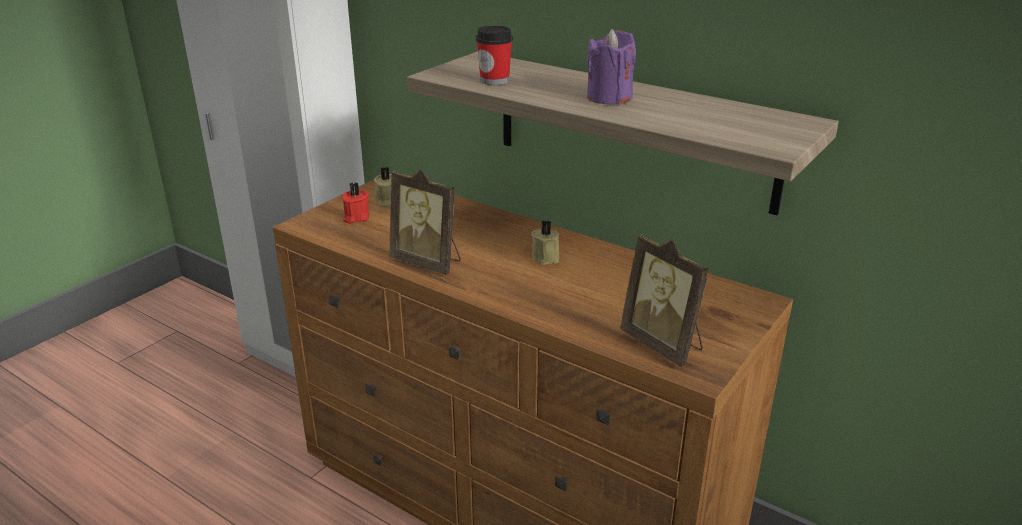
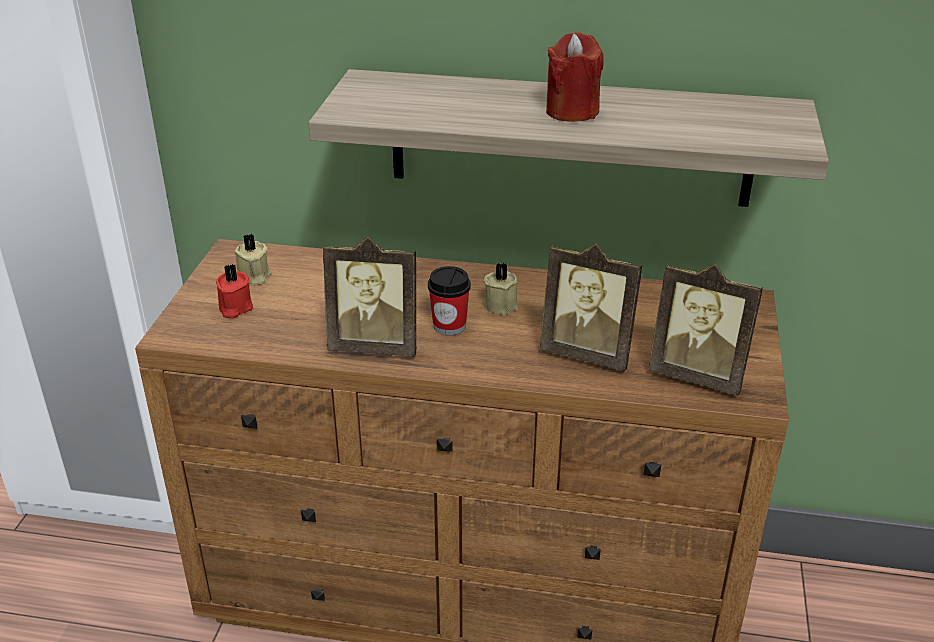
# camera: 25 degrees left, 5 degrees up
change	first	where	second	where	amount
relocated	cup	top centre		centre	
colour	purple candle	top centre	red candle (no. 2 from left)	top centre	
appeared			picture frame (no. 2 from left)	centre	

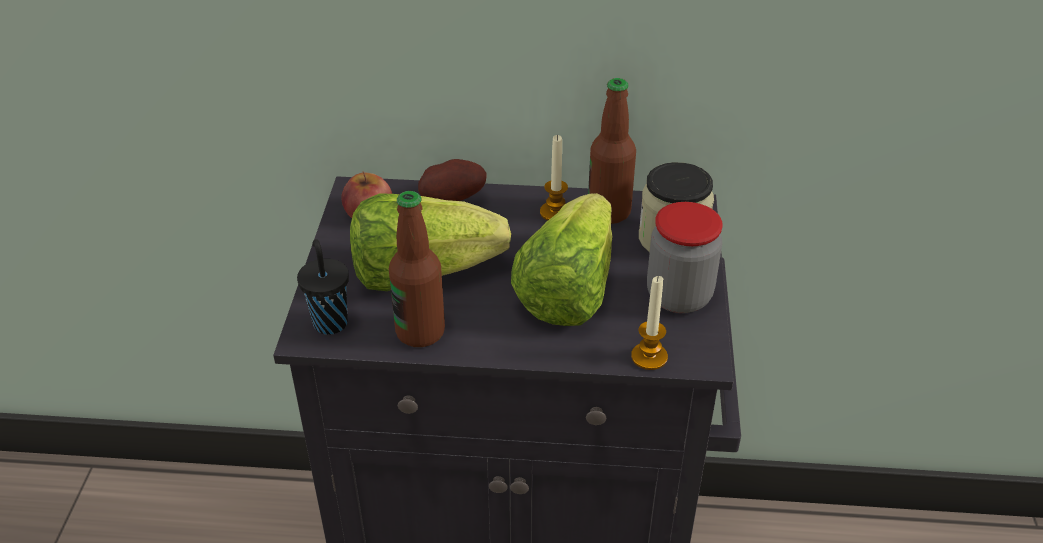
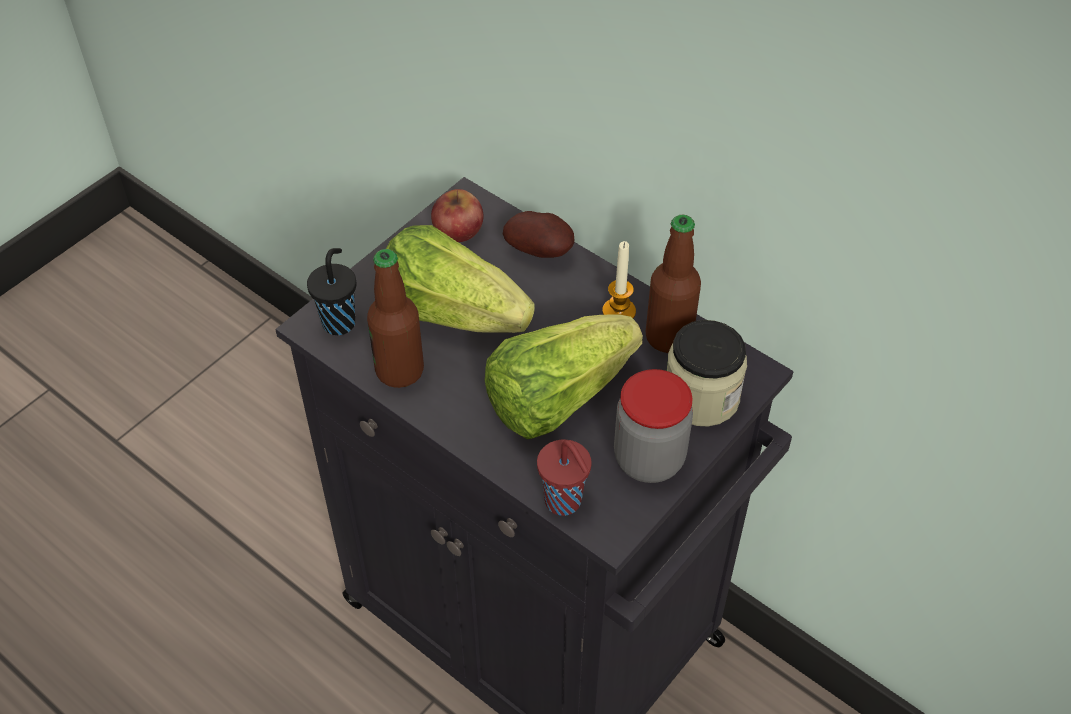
# camera: 35 degrees right, 10 degrees up
change	first	where	second	where	amount
exchanged	candle (no. 2 from left)	centre	red cup	bottom centre	

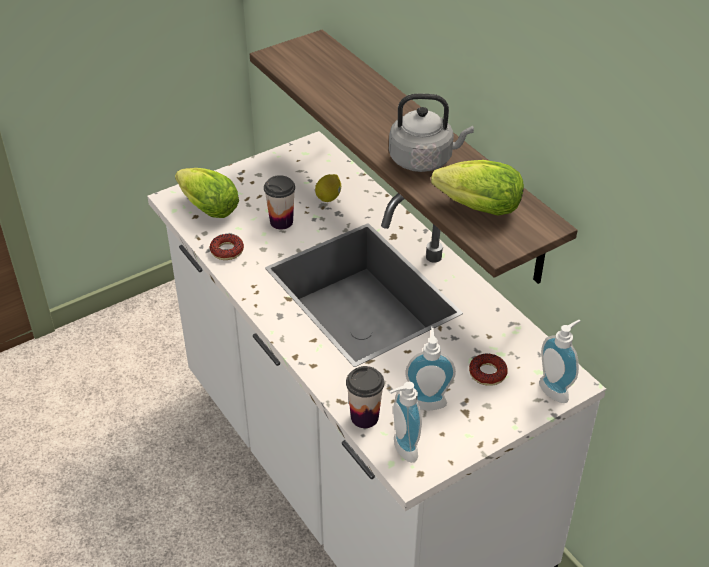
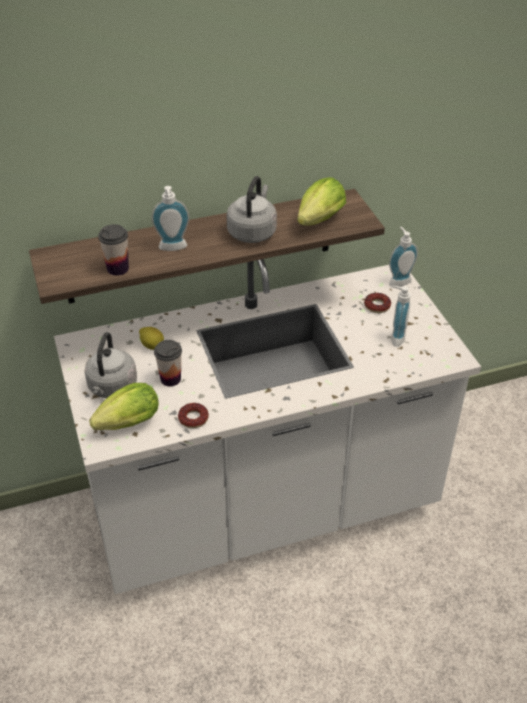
# camera: 75 degrees left, 0 degrees up
change	first	where	second	where	amount
relocated	cup (no. 2 from left in the first image)	bottom centre	cup (no. 1 from left)	middle left	
relocated	soap dispenser (no. 1 from left)	bottom centre		top left	
appeared			grey kettle (no. 1 from left)	middle left	

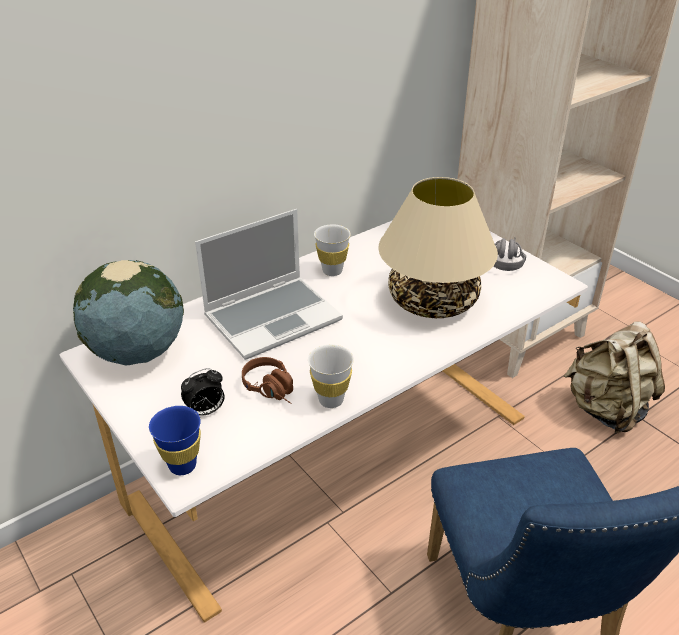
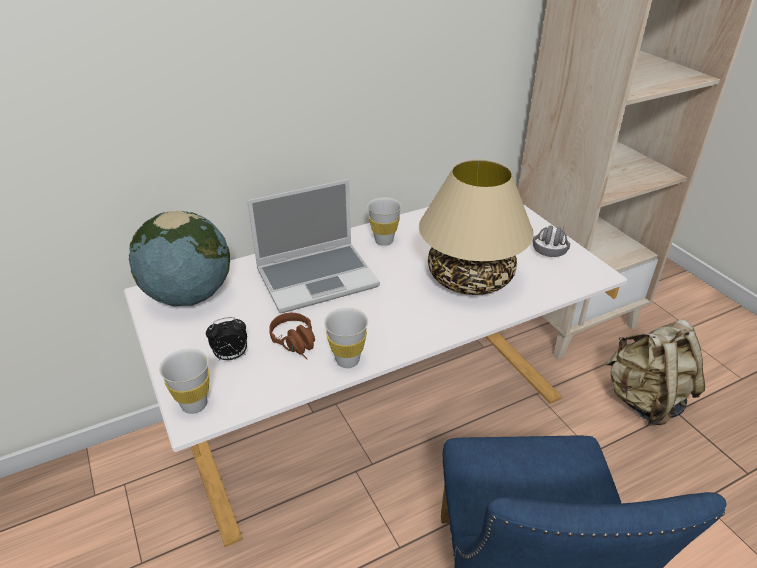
# camera: 10 degrees right, 0 degrees up
change	first	where	second	where	amount
colour	blue cup	bottom left	white cup (no. 1 from left)	bottom left	

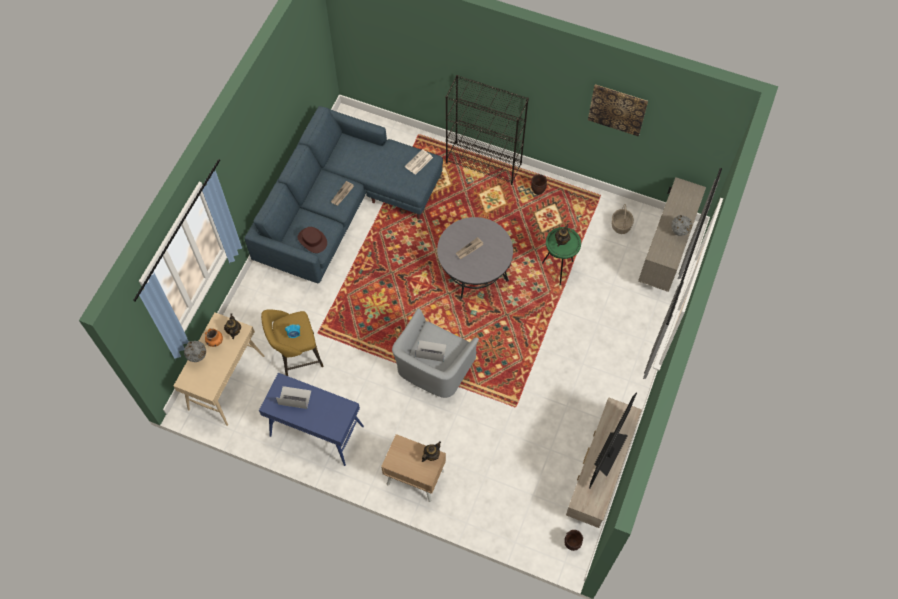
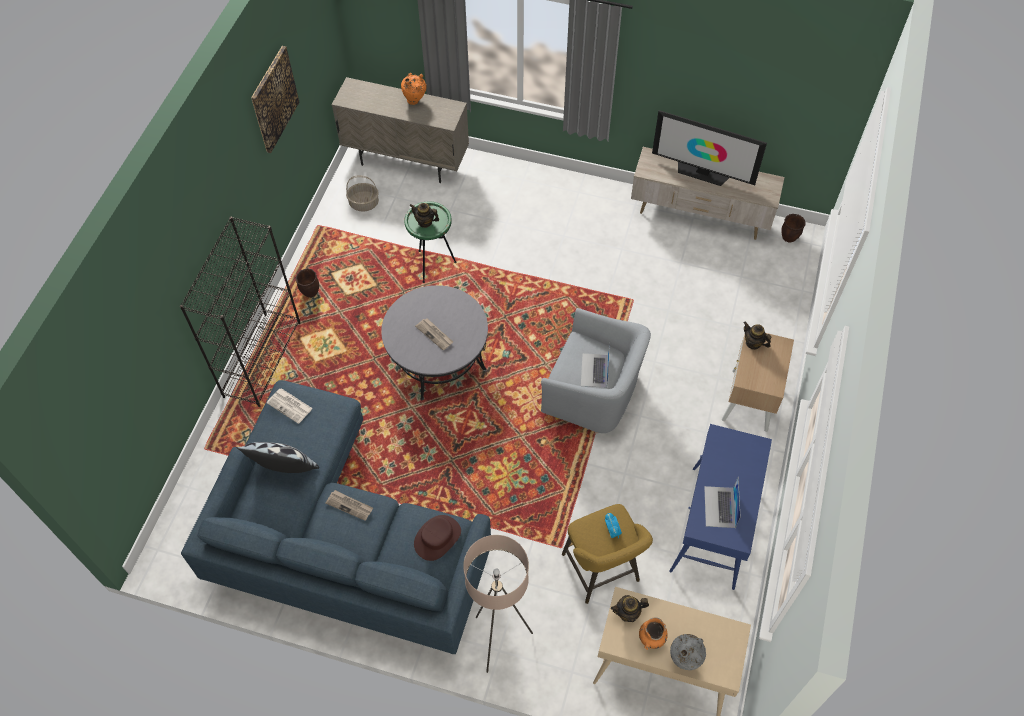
# camera: 95 degrees left, 5 degrees down
change	first	where	second	where	amount
colour	grey vase (no. 2 from left)	middle right	orange vase (no. 1 from left)	top centre	
appeared			pillow	middle left	
appeared			beige floor lamp	bottom centre	

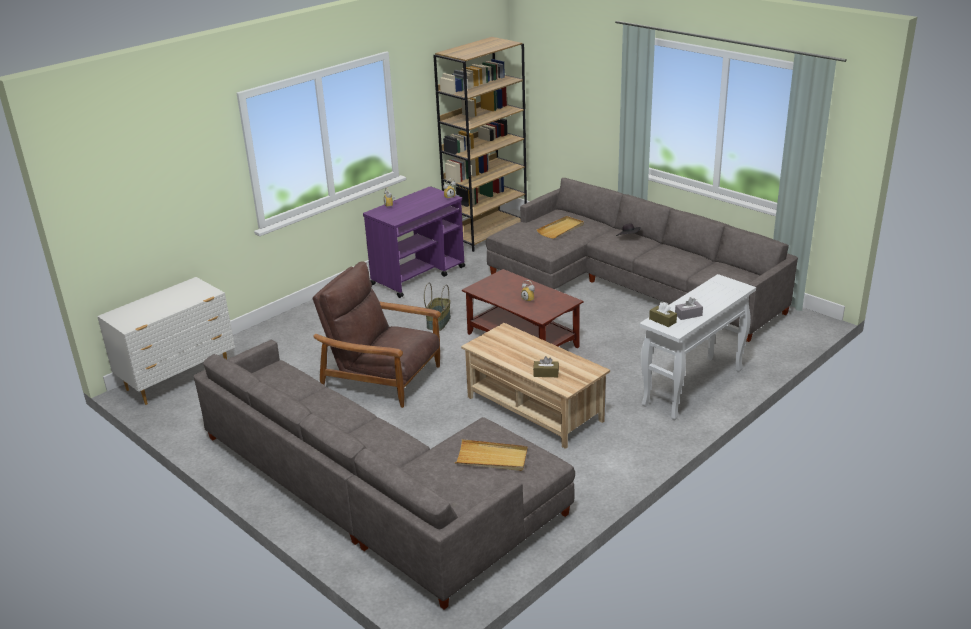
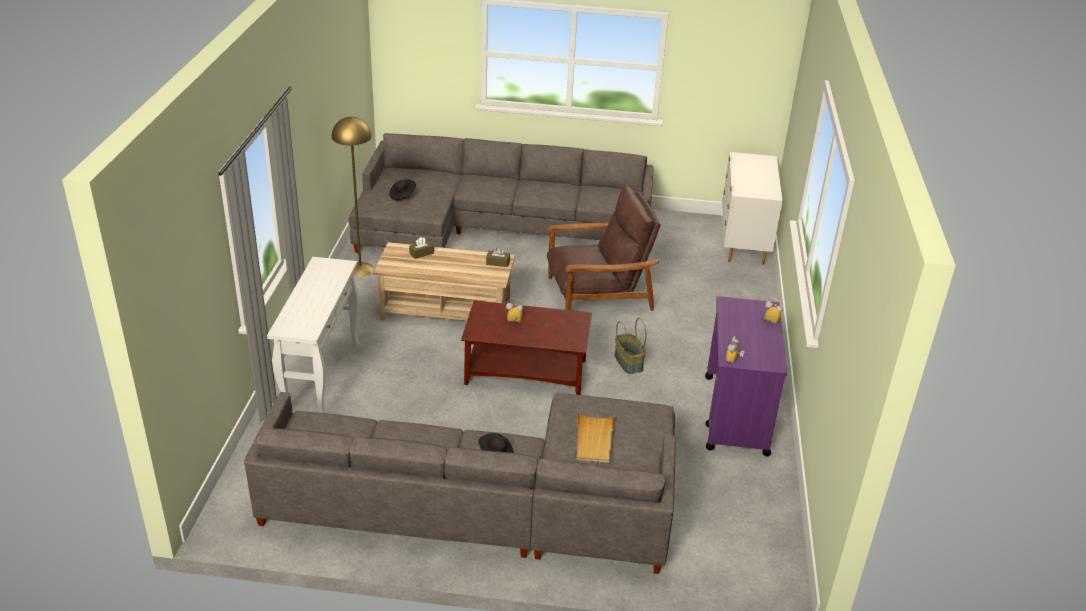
# camera: 140 degrees right, 5 degrees up
change	first	where	second	where	amount
missing	brown bookcase	top centre			
exchanged	beige tray (no. 1 from left)	bottom centre	black hat (no. 1 from left)	top centre	
relocated	brown tissue box (no. 2 from left)	middle right		centre	
missing	grey tissue box	middle right			
appeared			yellow floor lamp	top left	

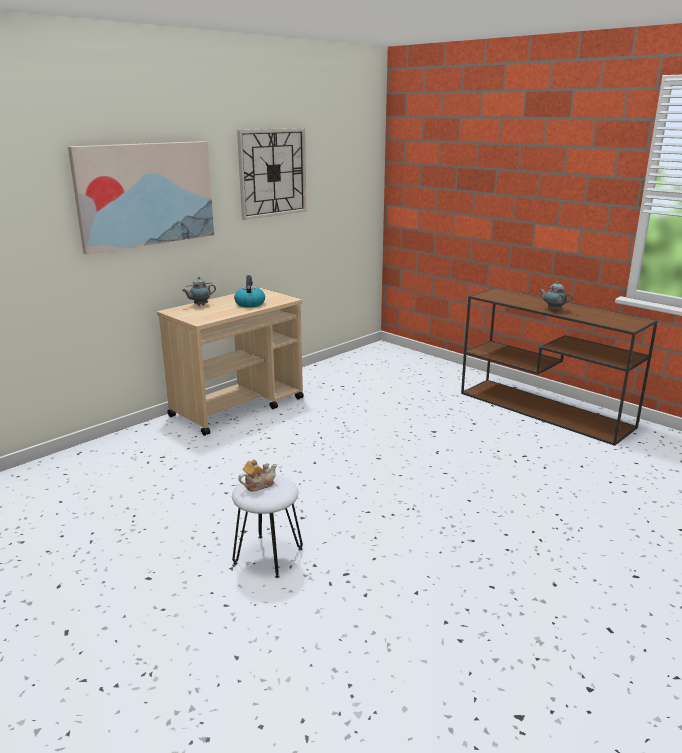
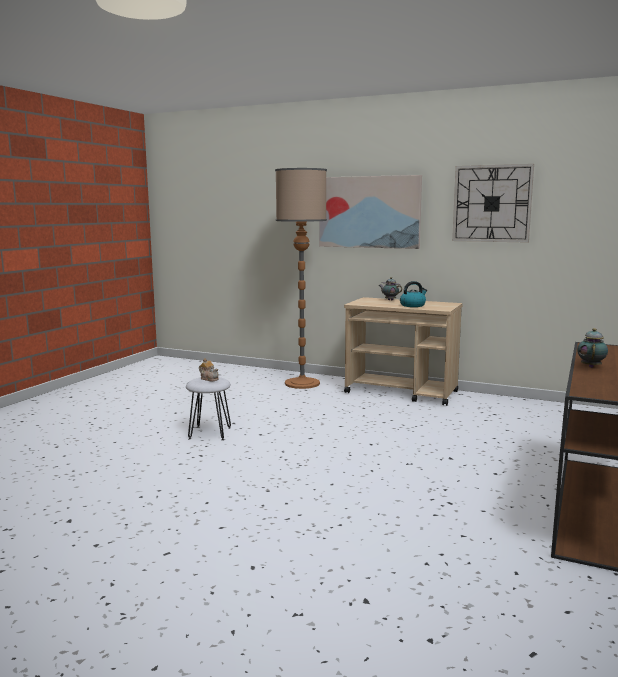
# camera: 70 degrees right, 10 degrees down
change	first	where	second	where	amount
appeared			floor lamp	centre	

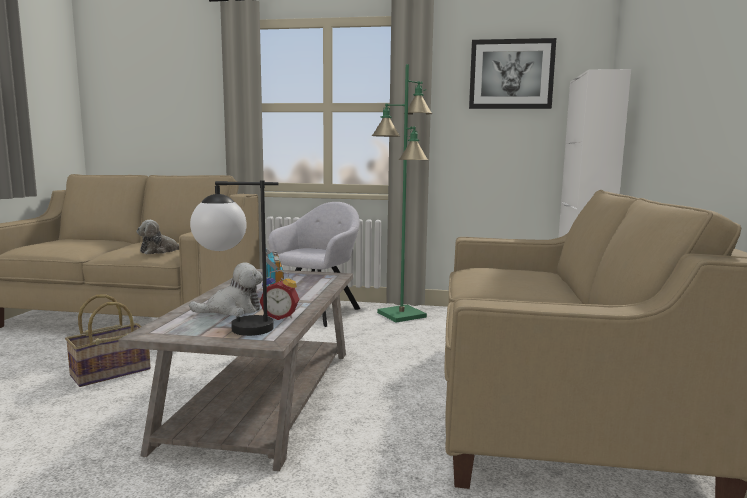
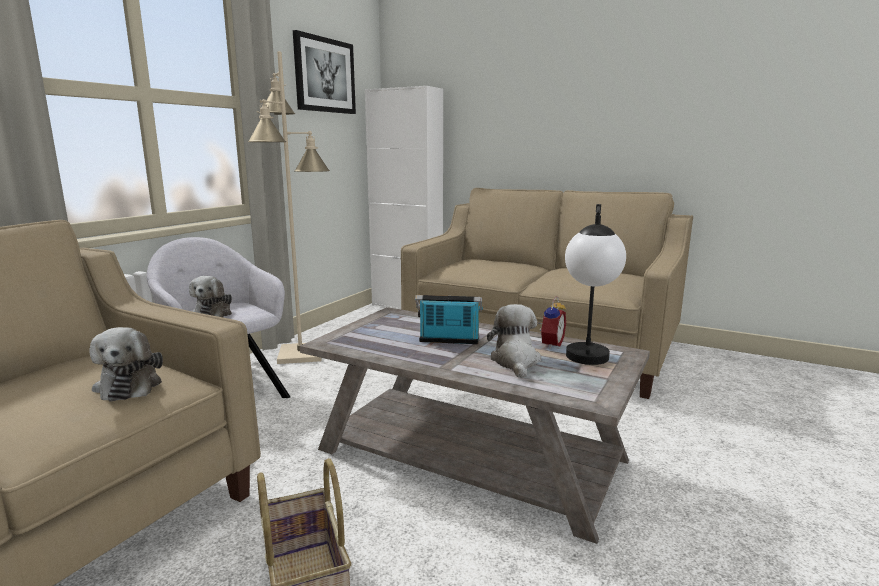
# camera: 70 degrees left, 5 degrees up
change	first	where	second	where	amount
colour	green floor lamp	centre	beige floor lamp	middle left	
appeared			plush toy (no. 2 from left)	middle left	

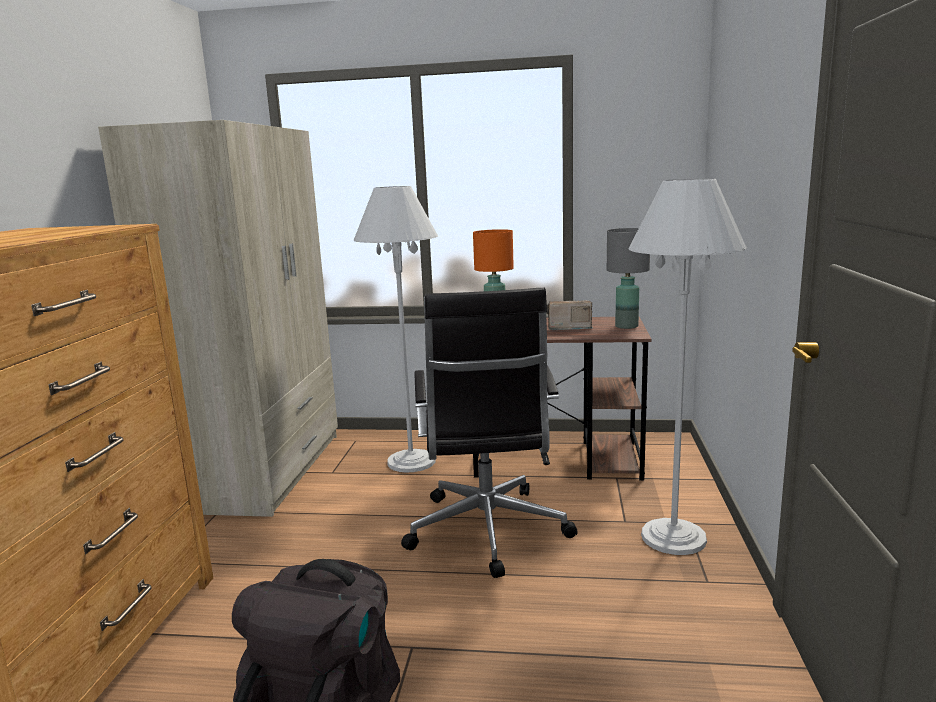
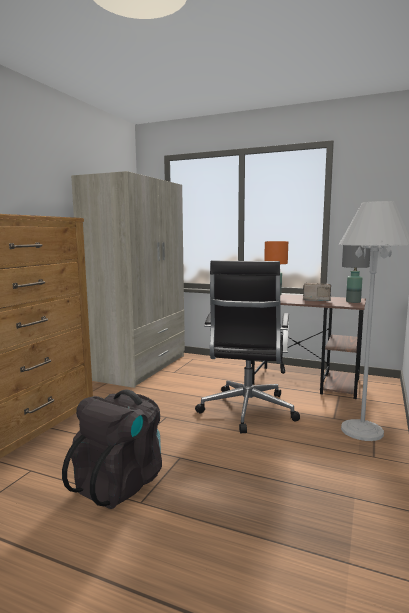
# camera: 15 degrees right, 5 degrees down
change	first	where	second	where	amount
missing	white floor lamp (no. 1 from left)	centre			

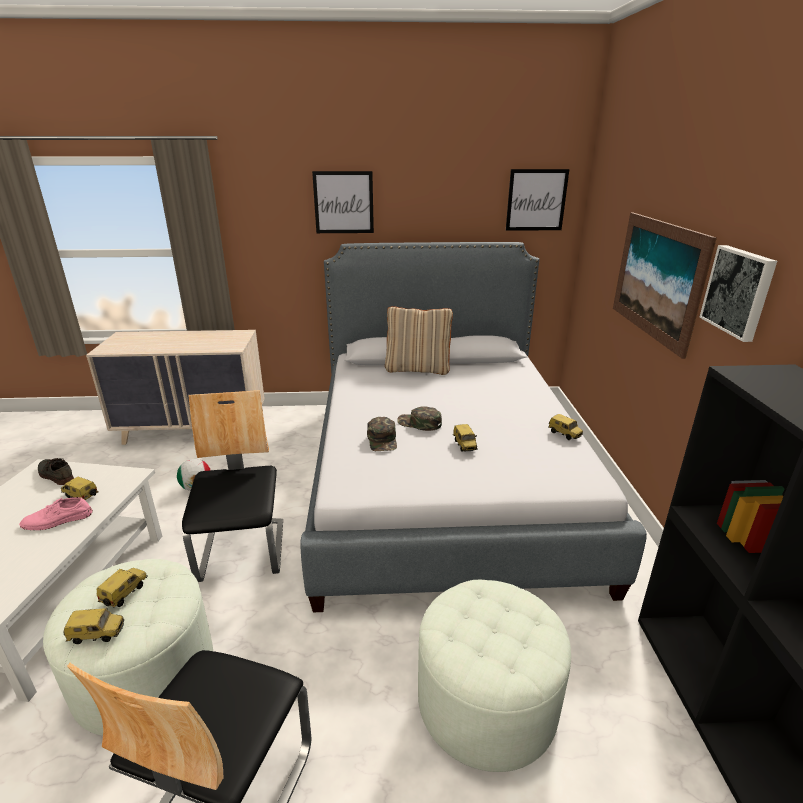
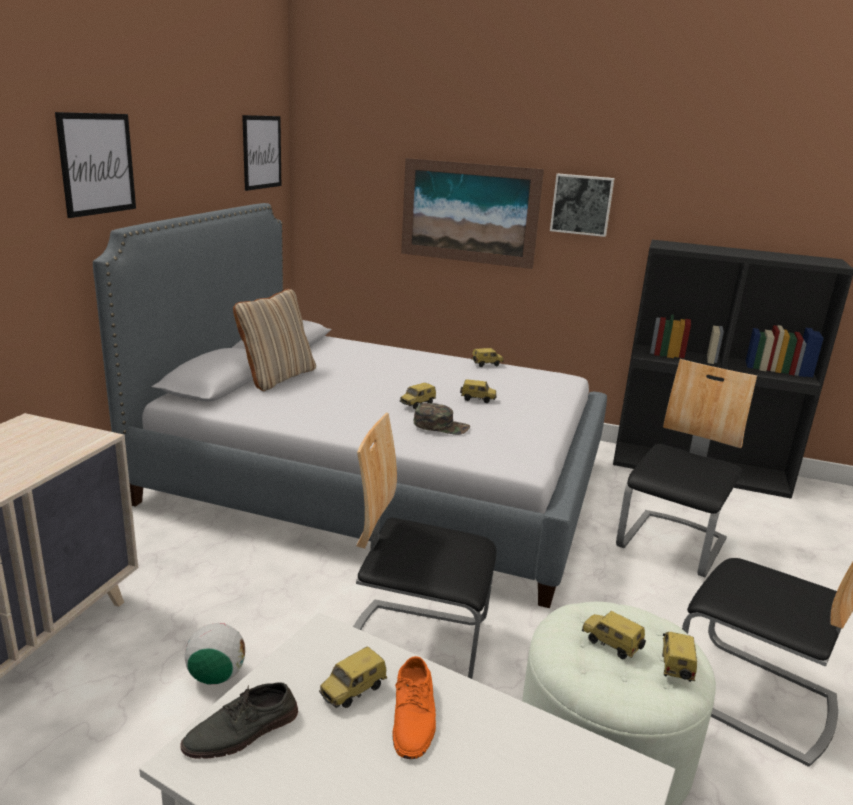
# camera: 70 degrees left, 5 degrees down
change	first	where	second	where	amount
colour	pink shoe	middle left	orange shoe	bottom centre	
exchanged	green cap (no. 2 from left)	centre	toy car (no. 2 from left)	centre	
exchanged	white ottoman (no. 2 from left)	bottom centre	chair (no. 2 from left)	middle right	

